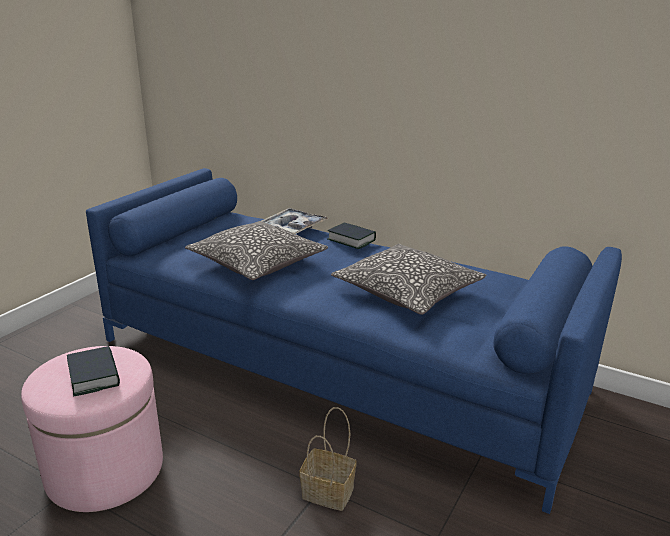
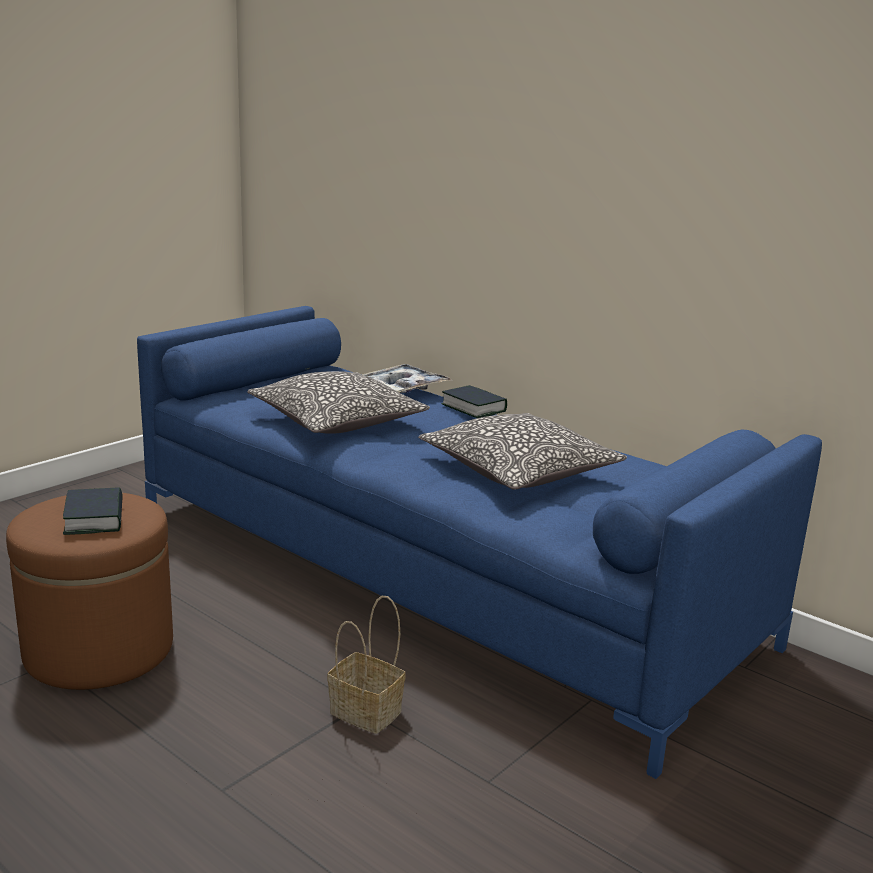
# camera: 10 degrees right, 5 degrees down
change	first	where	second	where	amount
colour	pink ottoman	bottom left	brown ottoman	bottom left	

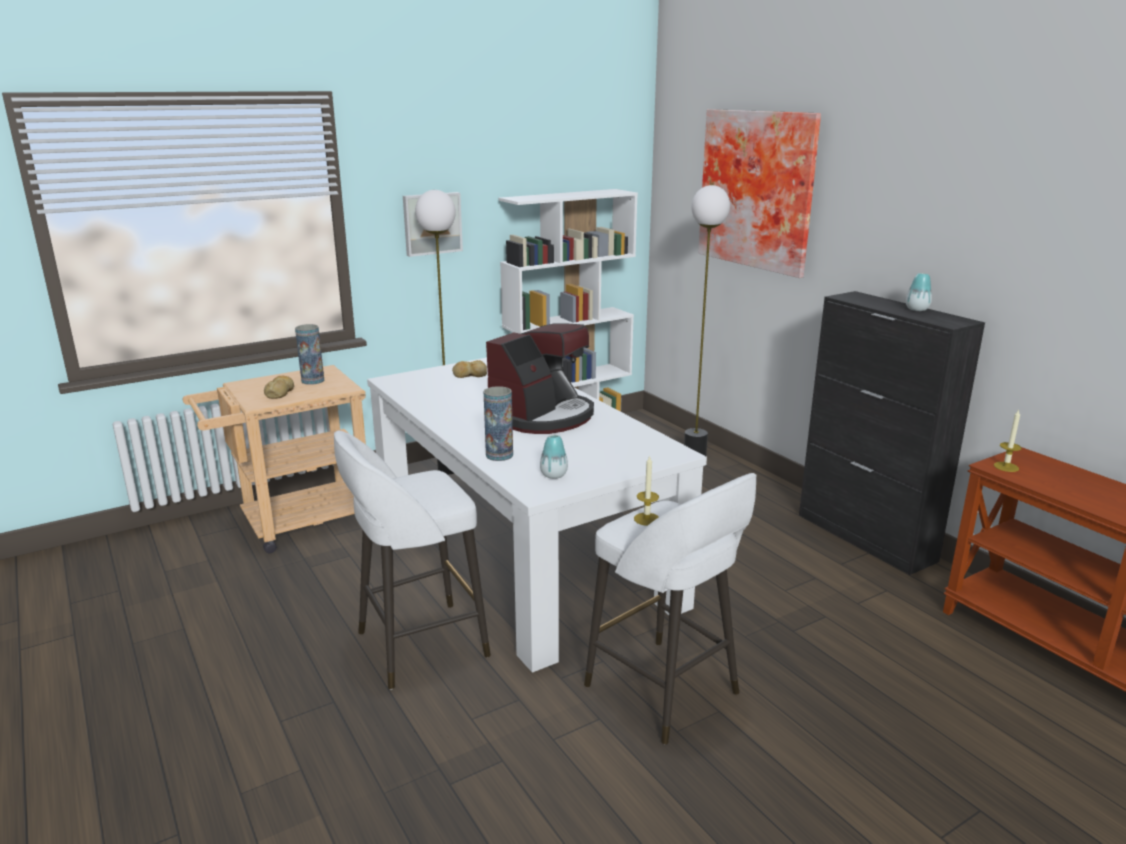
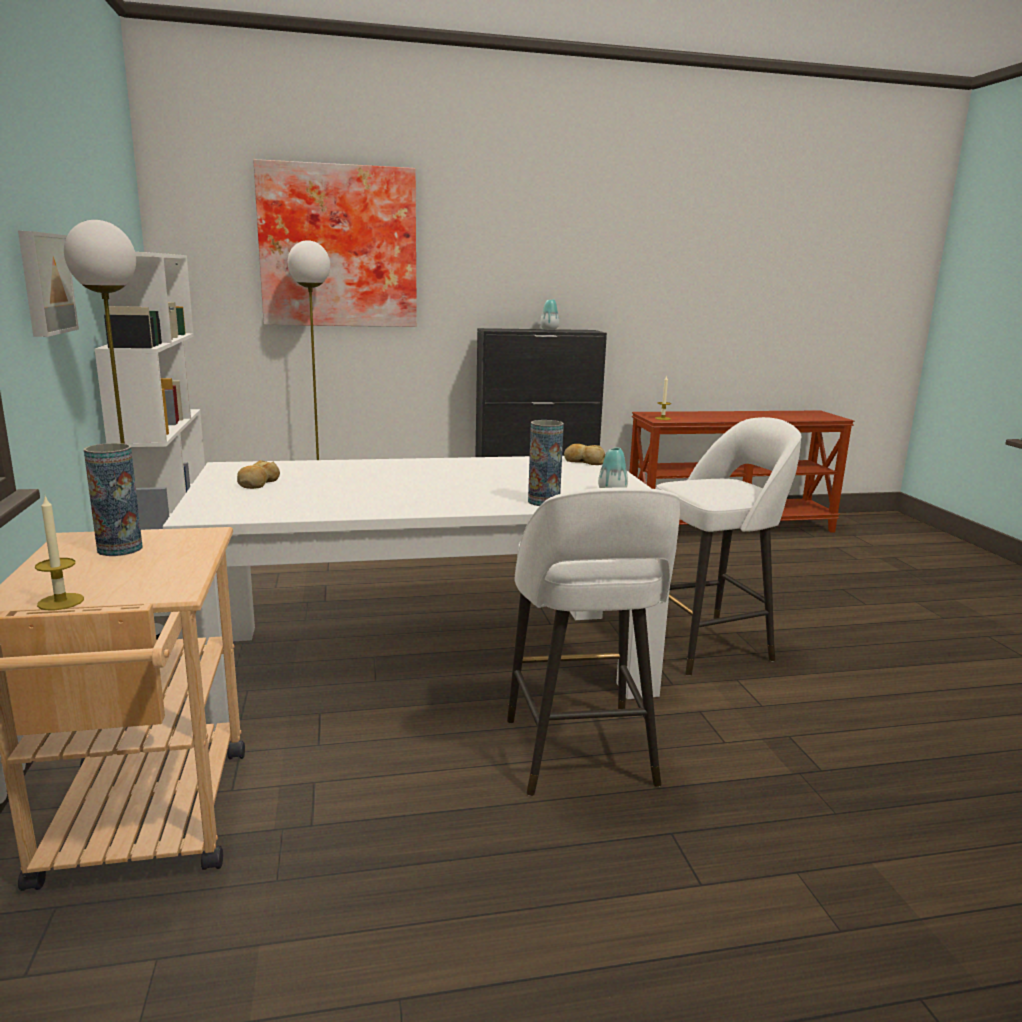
# camera: 70 degrees left, 5 degrees down
change	first	where	second	where	amount
relocated	bread (no. 1 from left in the first image)	middle left	bread (no. 2 from left)	centre	
missing	coffee machine	centre			
relocated	candle (no. 1 from left)	centre		middle left	

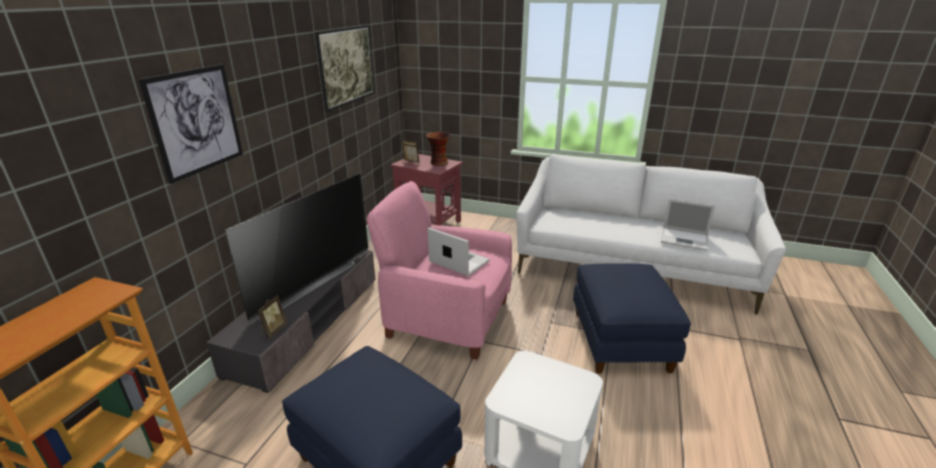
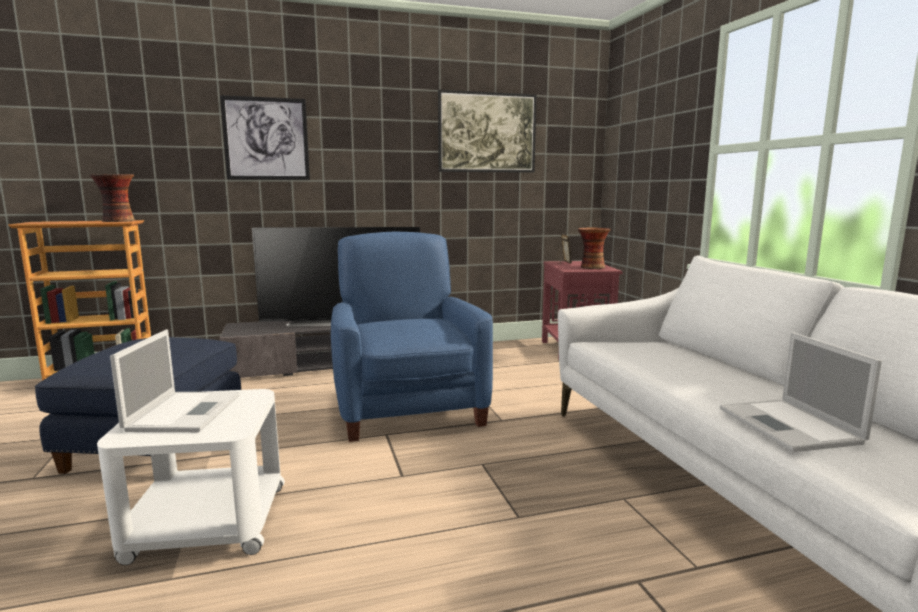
# camera: 55 degrees right, 15 degrees down
change	first	where	second	where	amount
missing	picture frame (no. 1 from left)	bottom left			
colour	pink armchair	centre	blue armchair	centre	
relocated	laptop (no. 1 from left)	centre		middle left	
missing	blue ottoman (no. 2 from left)	bottom right			
appeared			vase (no. 1 from left)	top left	

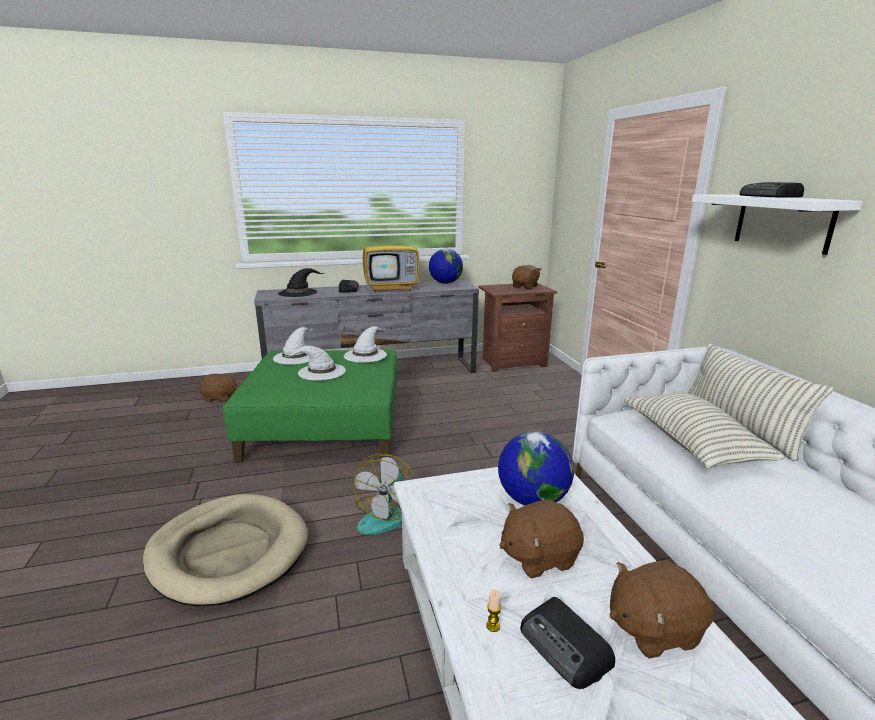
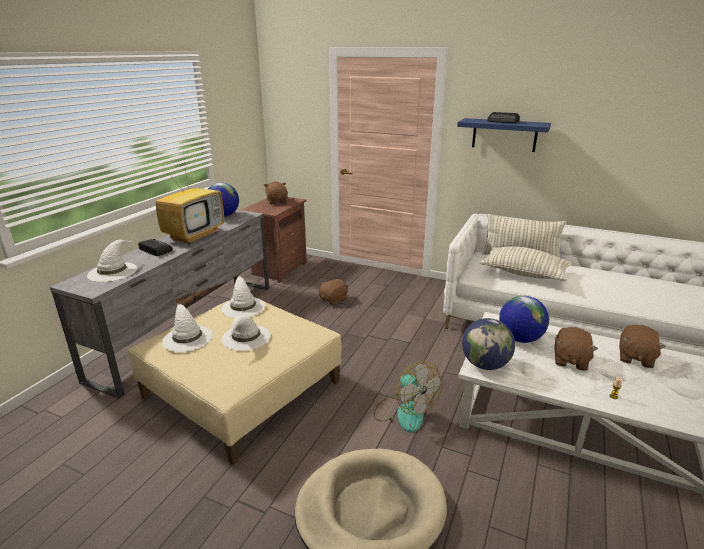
# camera: 50 degrees left, 5 degrees up
change	first	where	second	where	amount
relocated	brown plush toy (no. 1 from left in the first image)	middle left	brown plush toy (no. 2 from left)	centre	
colour	green ottoman	centre	beige ottoman	bottom centre	
colour	black hat	centre	white hat (no. 1 from left)	middle left	
missing	radio (no. 2 from left)	bottom centre			
colour	white shelf	top right	blue shelf	top right	
appeared			globe (no. 2 from left)	middle right	

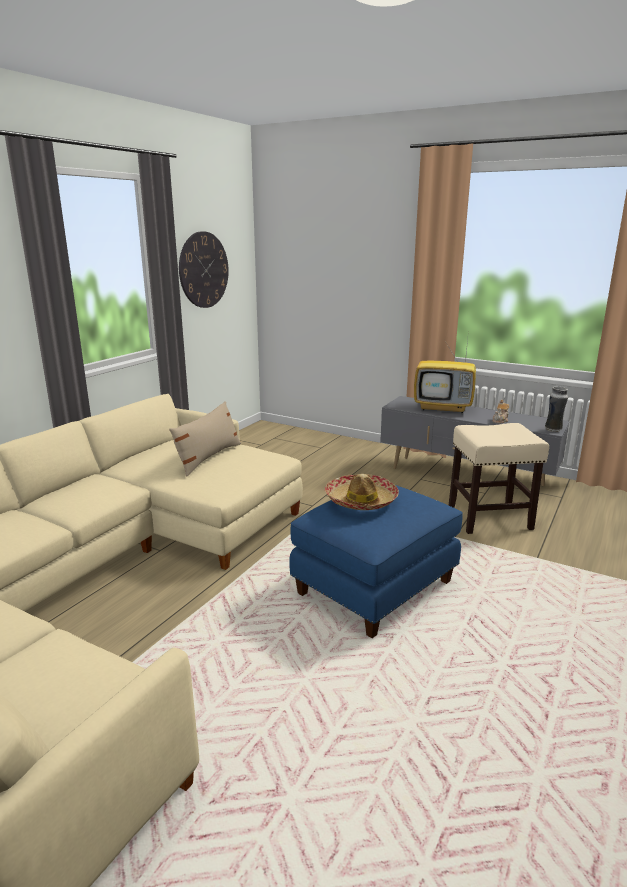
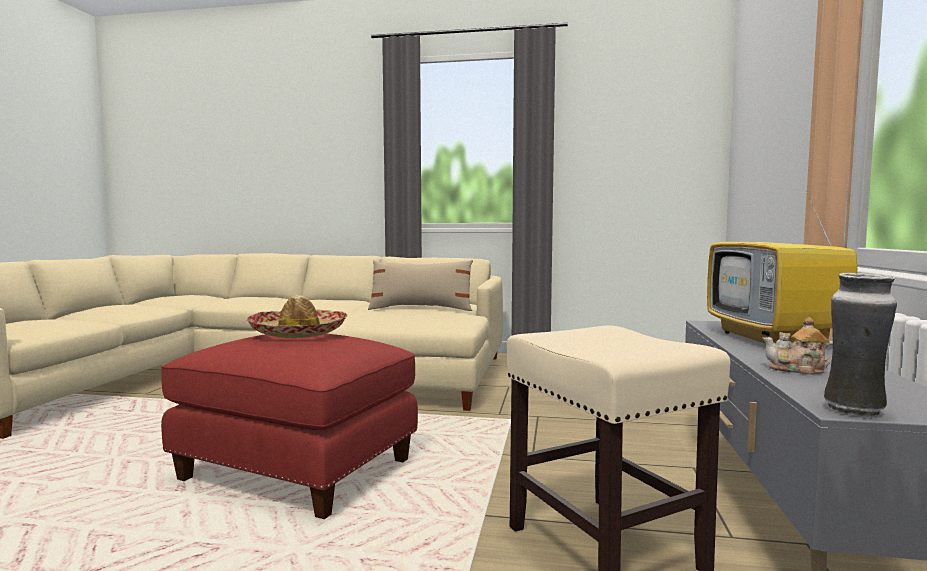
# camera: 70 degrees right, 15 degrees down
change	first	where	second	where	amount
missing	wall clock	top left			
colour	blue ottoman	centre	red ottoman	bottom left	

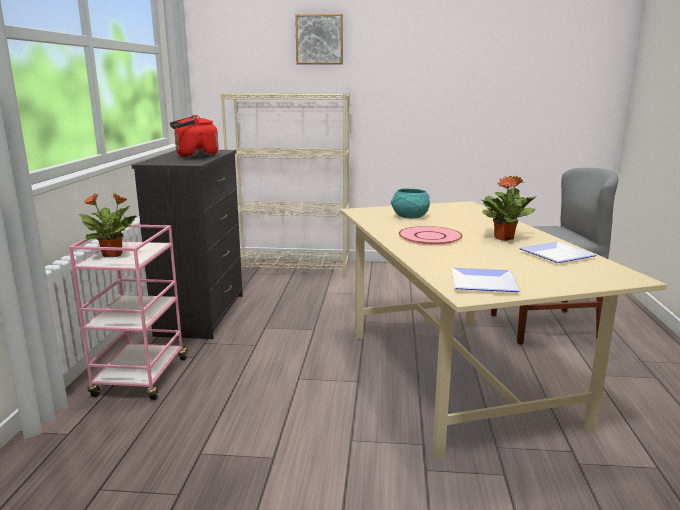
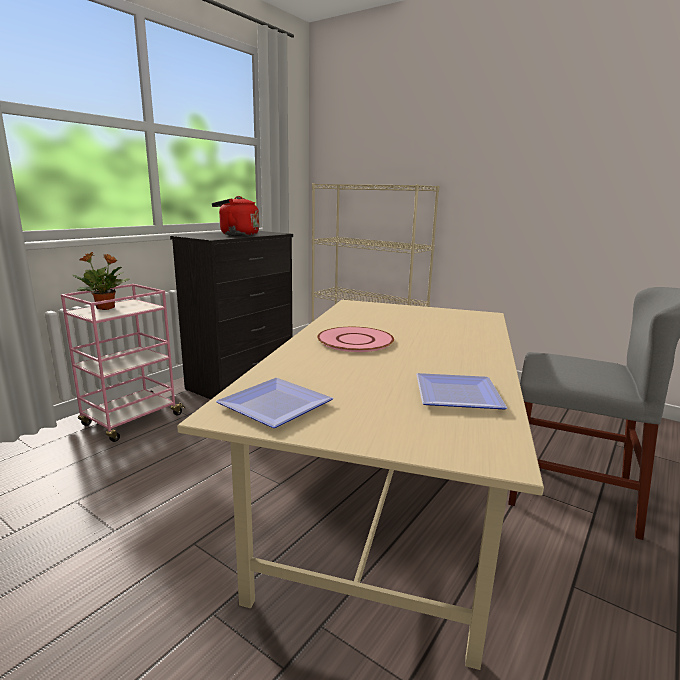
# camera: 30 degrees right, 0 degrees up
change	first	where	second	where	amount
missing	picture	top centre			
missing	turquoise bowl	centre			
missing	potted plant (no. 2 from left)	middle right			

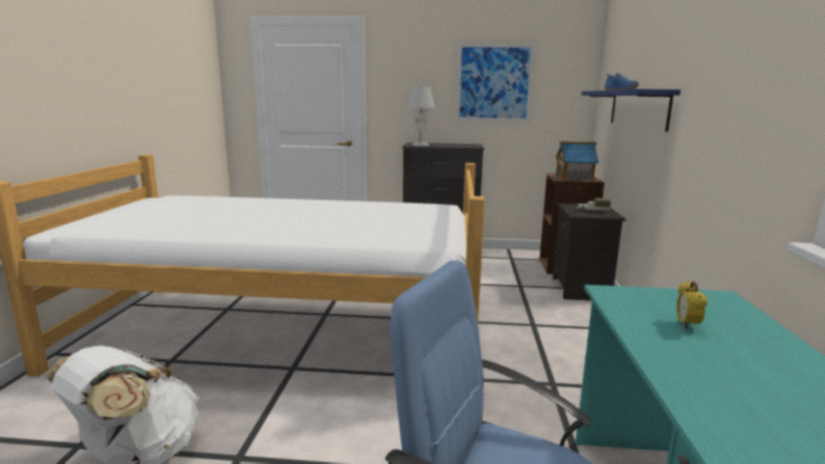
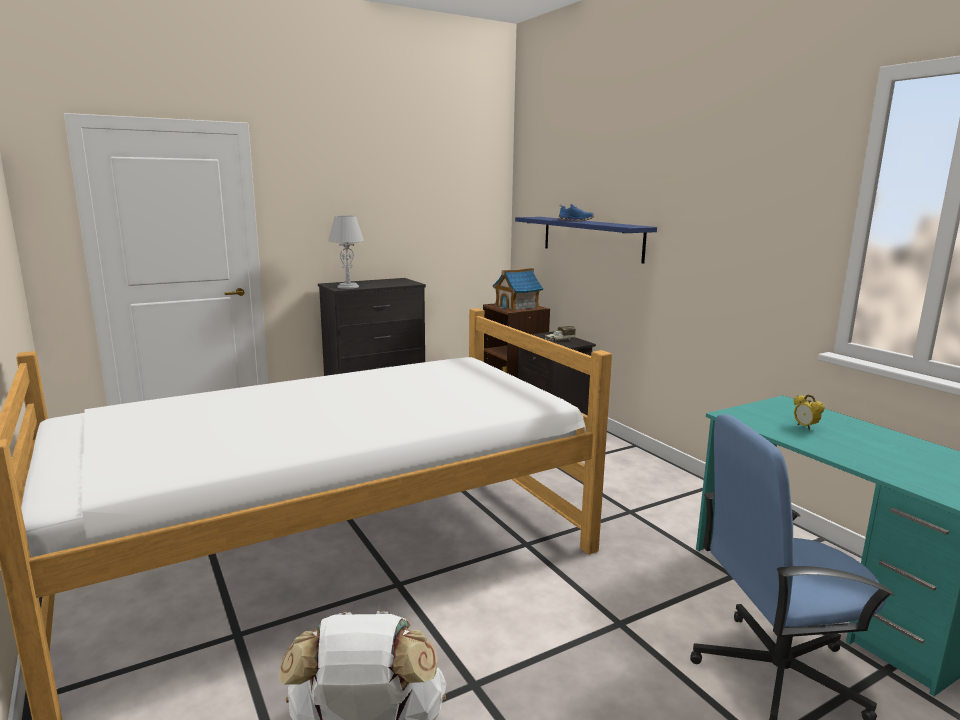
# camera: 35 degrees left, 0 degrees up
change	first	where	second	where	amount
missing	picture	top centre			

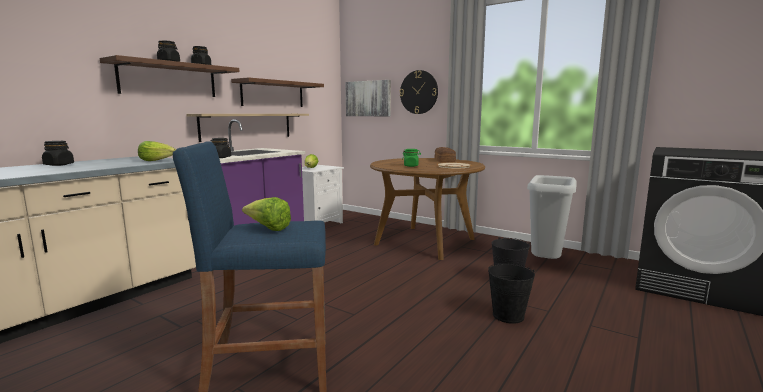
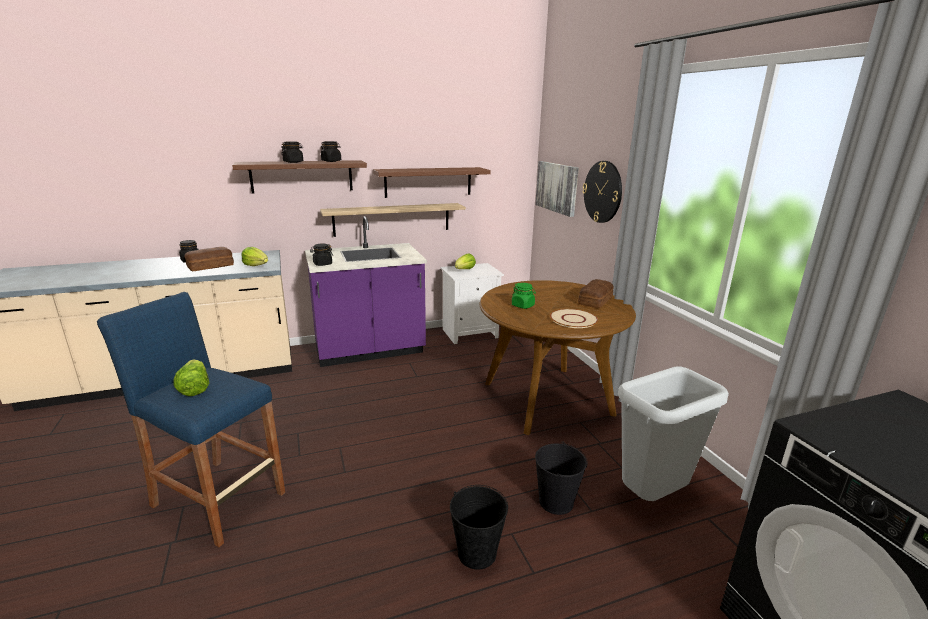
# camera: 35 degrees right, 10 degrees up
change	first	where	second	where	amount
appeared			bread (no. 1 from left)	middle left	

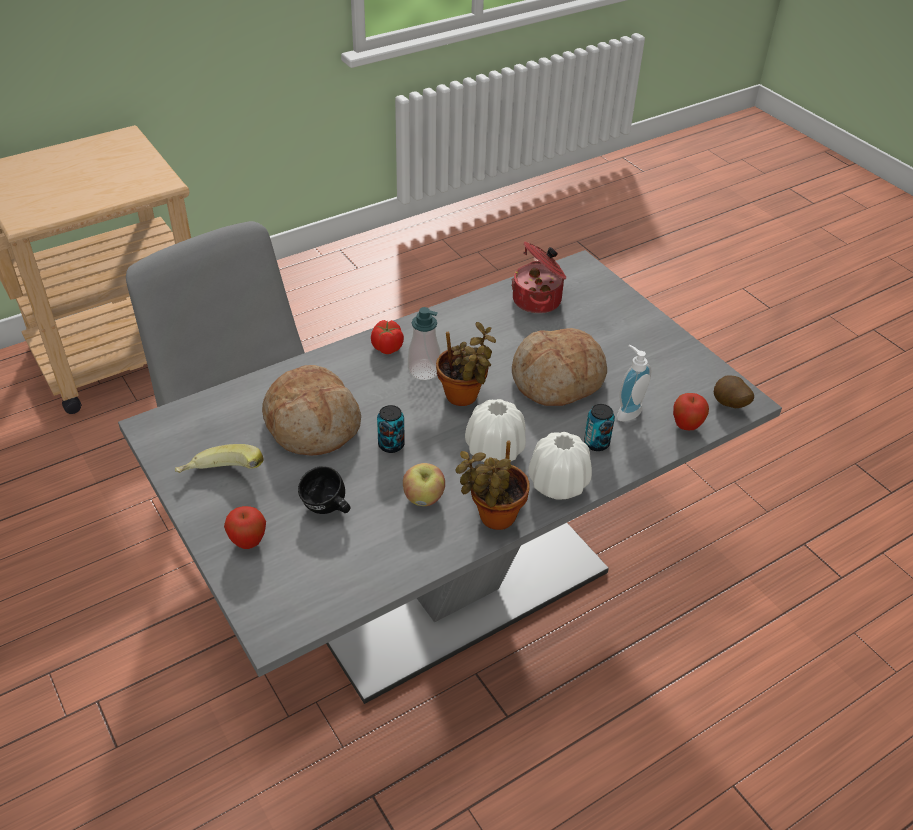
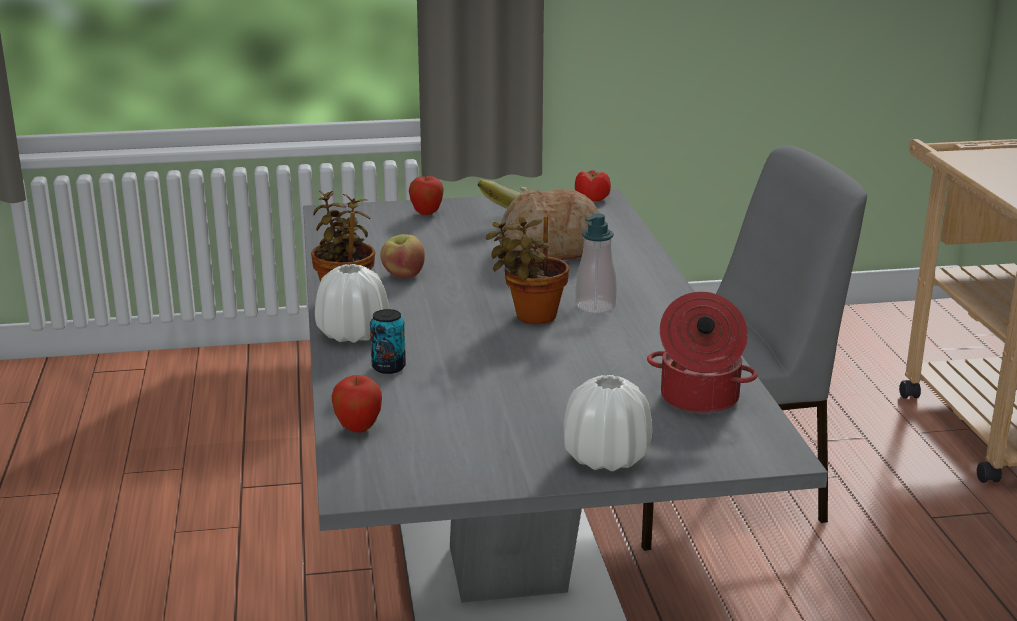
# camera: 115 degrees right, 20 degrees down
change	first	where	second	where	amount
missing	black mug	centre			
relocated	tomato	centre		top centre	
missing	can (no. 1 from left)	centre			
relocated	white vase (no. 1 from left in the first image)	centre	white vase (no. 2 from left)	bottom centre	
missing	bread (no. 2 from left)	centre			
missing	soap dispenser (no. 2 from left)	middle right			
missing	potato	middle right			

